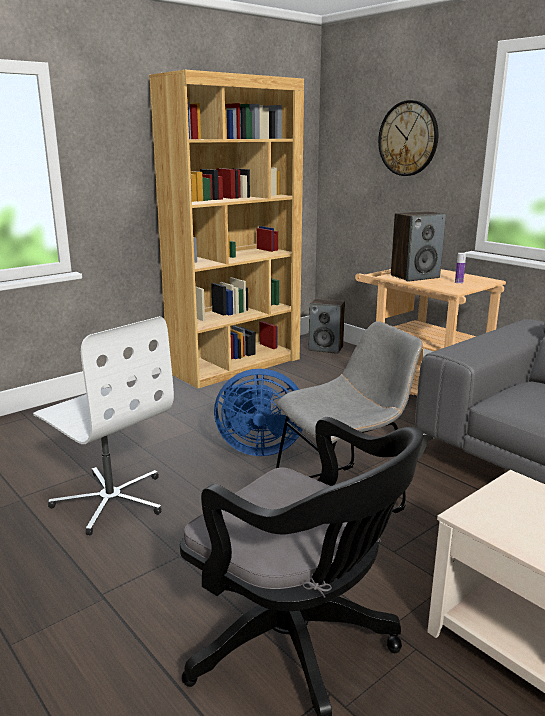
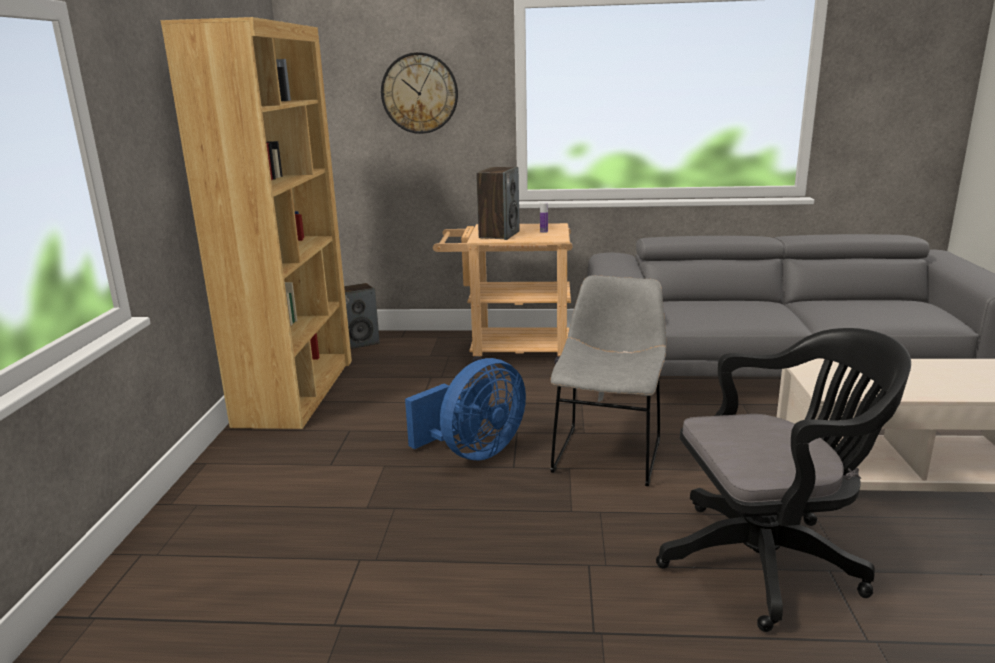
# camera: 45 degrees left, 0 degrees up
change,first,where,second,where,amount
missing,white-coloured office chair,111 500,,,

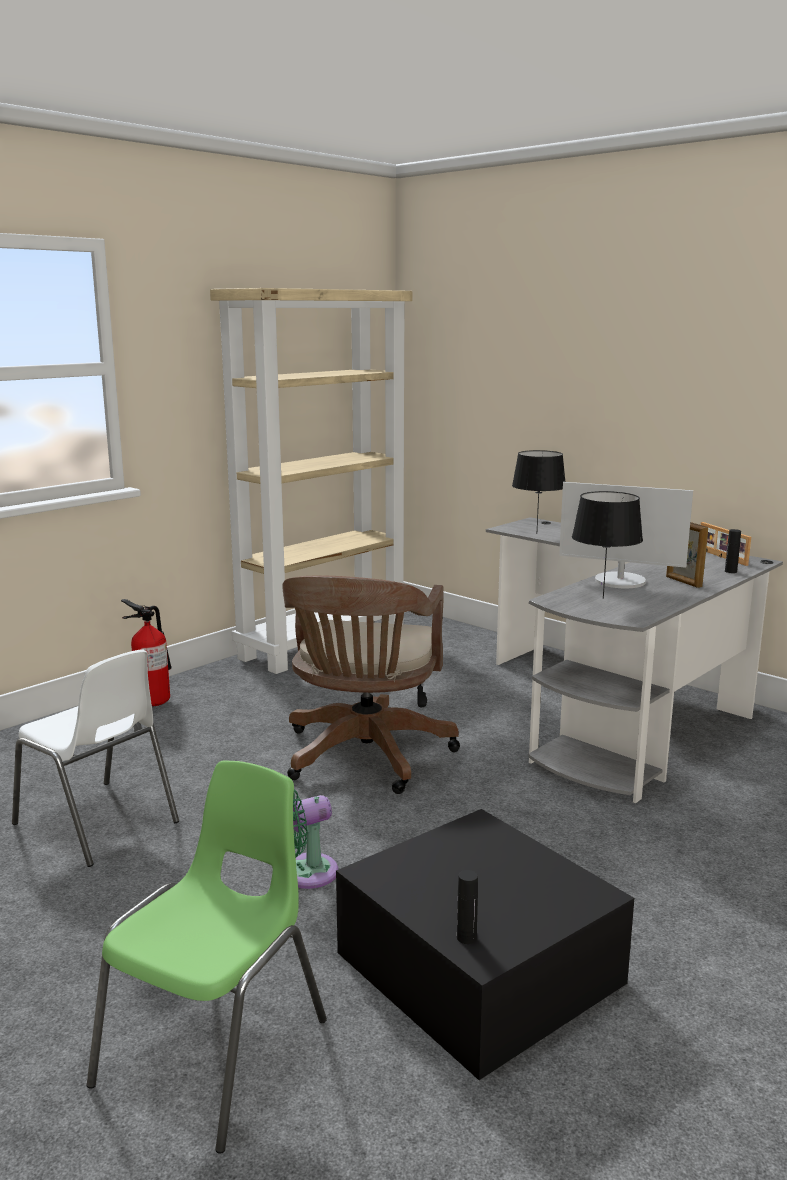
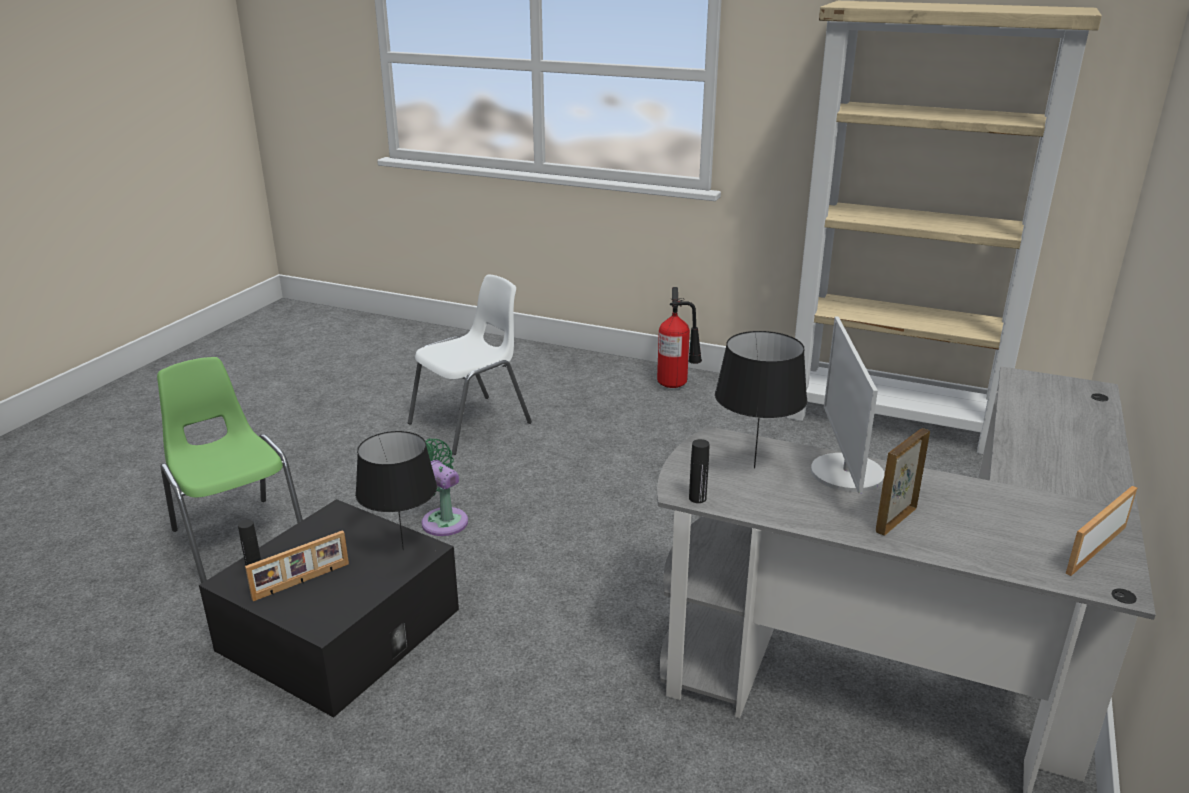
# camera: 70 degrees right, 10 degrees up
change,first,where,second,where,amount
spun,white-coloured upright chair,98 824,,472 423,150 degrees counterclockwise
spun,green upright chair,218 1051,,238 539,135 degrees counterclockwise
missing,brown office chair,365 758,,,
relocated,blackish lamp for a table,536 533,,404 549,
relocated,blackish drink bottle,730 571,,697 498,
appeared,,,photo frame,302 582,

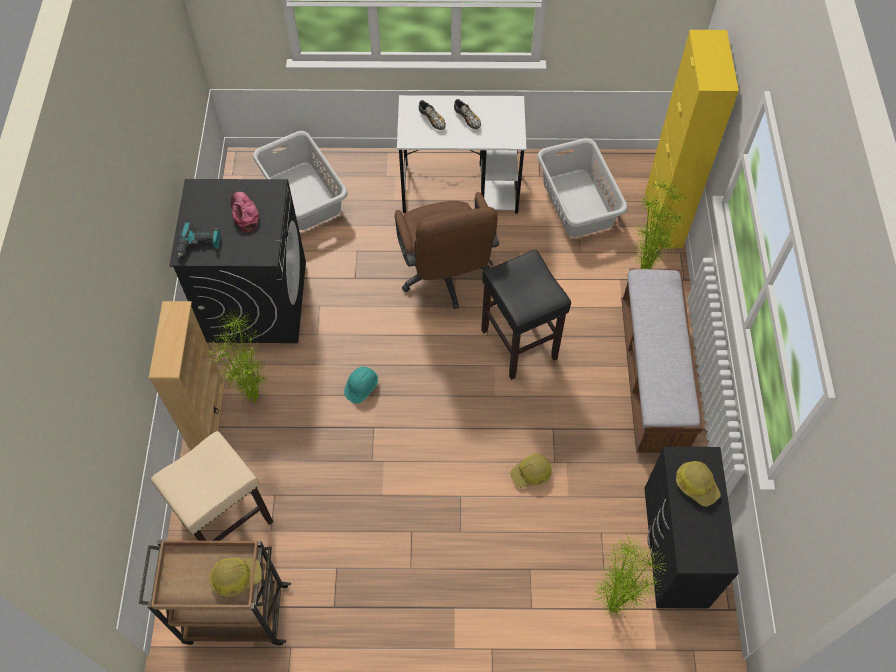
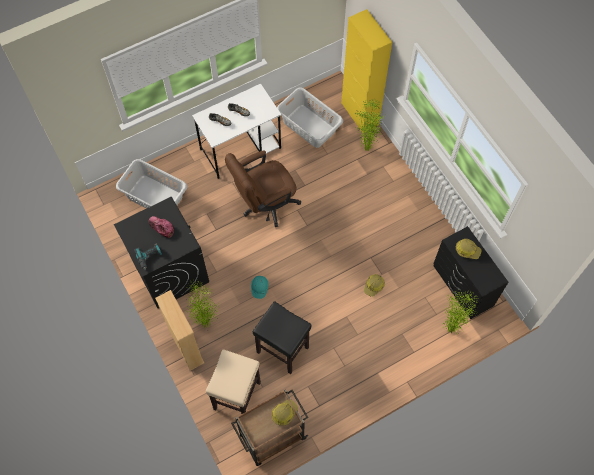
# camera: 30 degrees left, 5 degrees up
change,first,where,second,where,amount
spun,brown office chair,445 277,,265 204,105 degrees clockwise
relocated,blackish stool,519 345,,283 350,
missing,indoor bench,652 376,,,

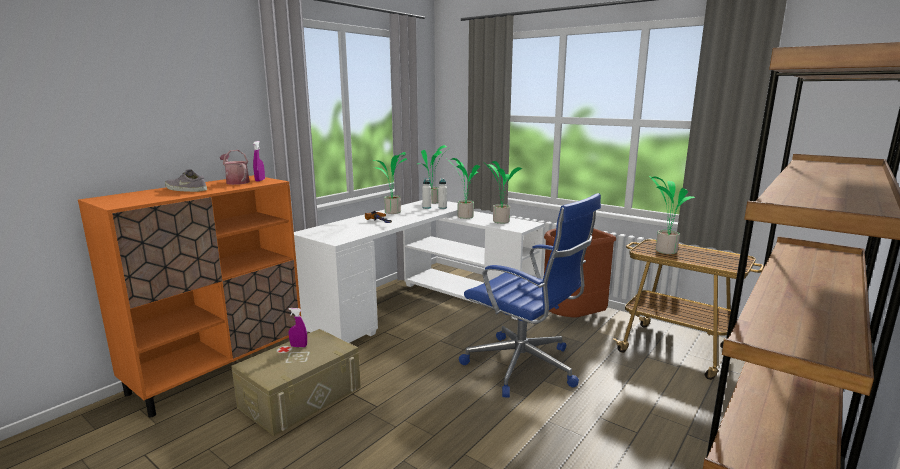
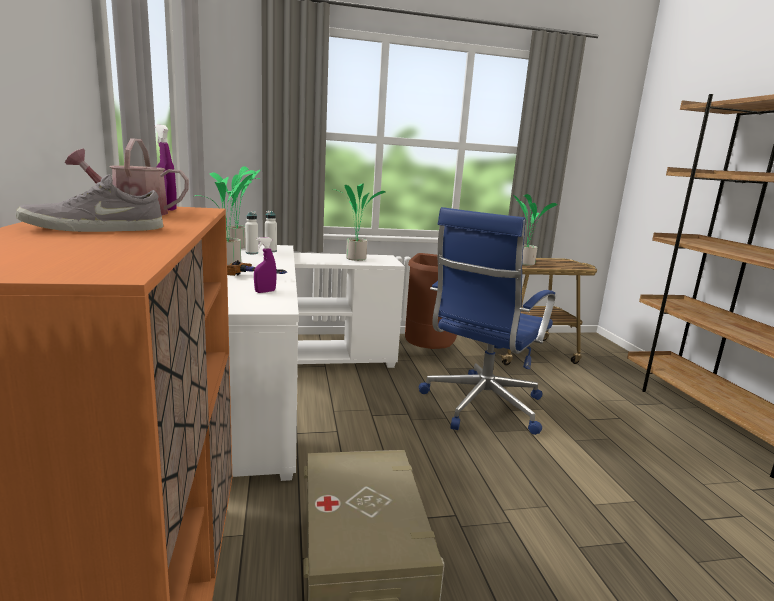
# camera: 50 degrees left, 0 degrees up
change,first,where,second,where,amount
relocated,purple sprayer,298 346,,265 291,
missing,plant in a pot,464 217,,,
spun,blue office chair,524 367,,480 406,135 degrees clockwise

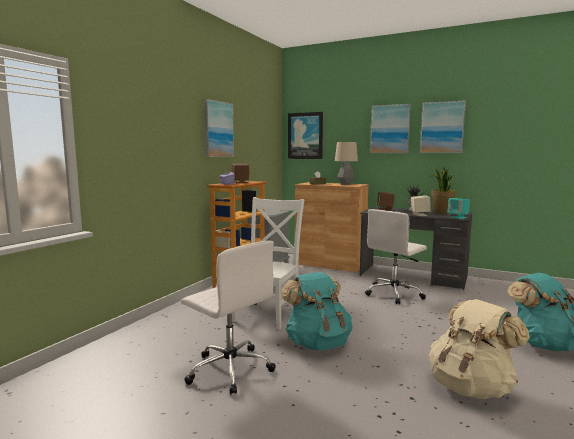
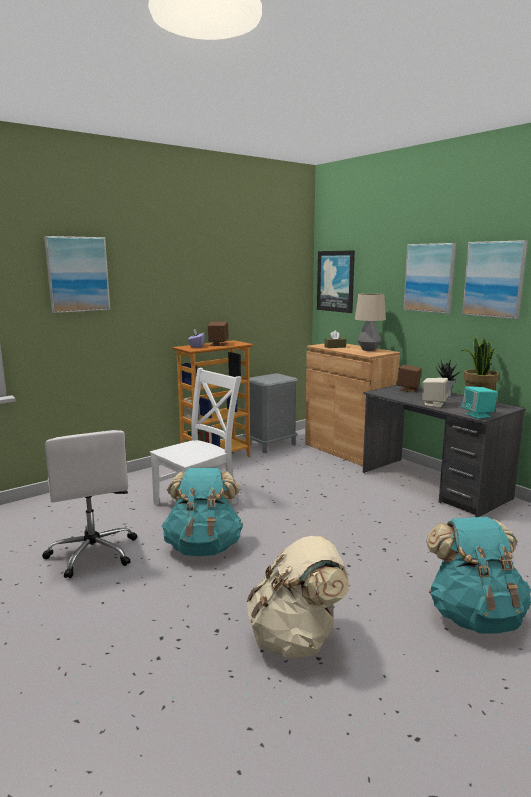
# camera: 25 degrees right, 5 degrees up
change,first,where,second,where,amount
relocated,picture,218 129,,77 274,
missing,white-coloured office chair,394 294,,,

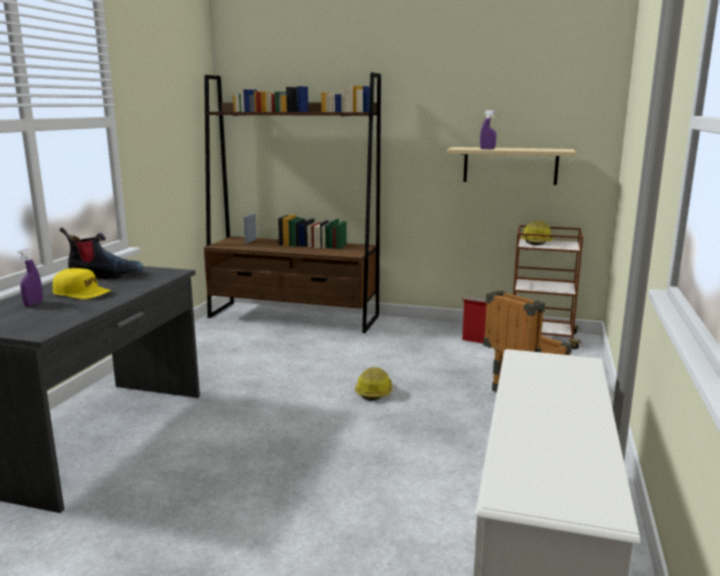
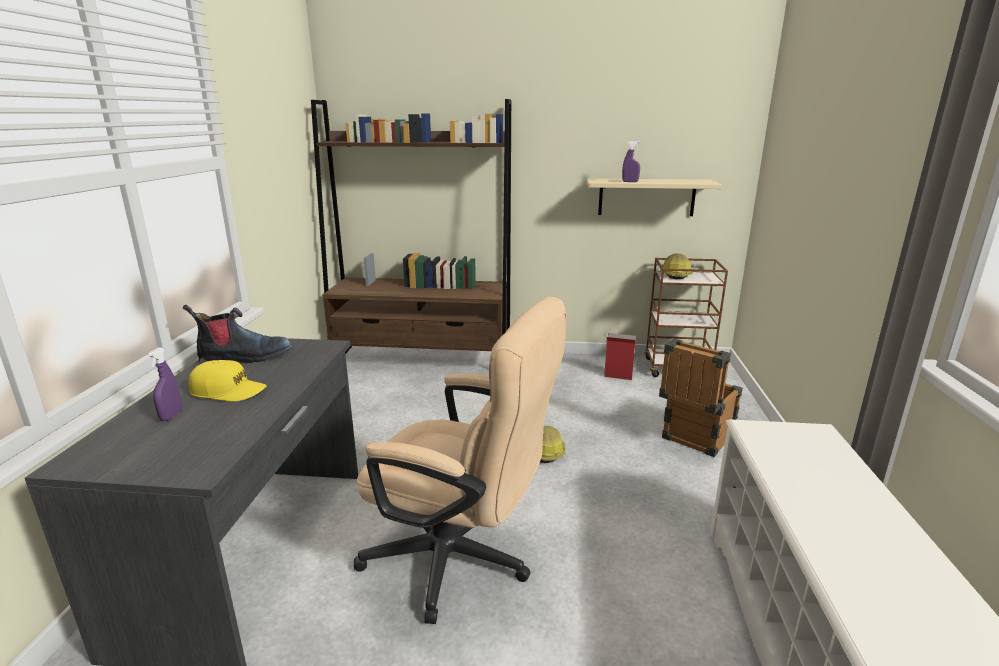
# camera: 10 degrees left, 5 degrees up
change,first,where,second,where,amount
appeared,,,beige office chair,461 561,

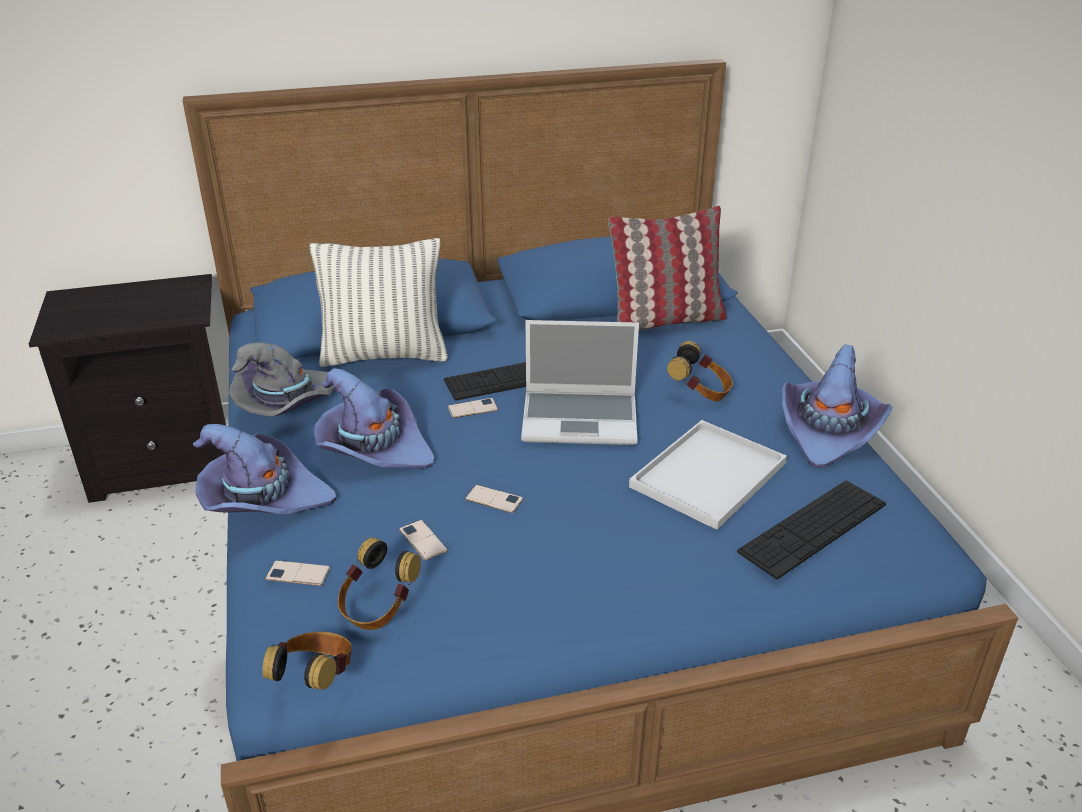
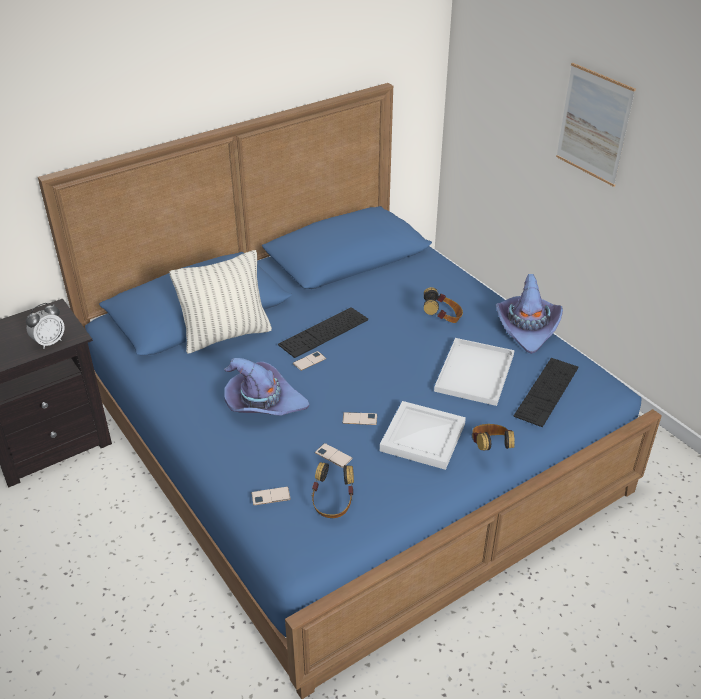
# camera: 20 degrees left, 5 degrees up
change,first,where,second,where,amount
missing,purple clothing hat,262 498,,,
missing,greyish clothing hat,286 401,,,
relocated,headset,316 678,,490 448,
missing,laptop,581 419,,,
missing,throw pillow,665 320,,,
appeared,,,alarm clock,49 342,
appeared,,,white-coloured serving tray,423 438,
appeared,,,picture,593 124,

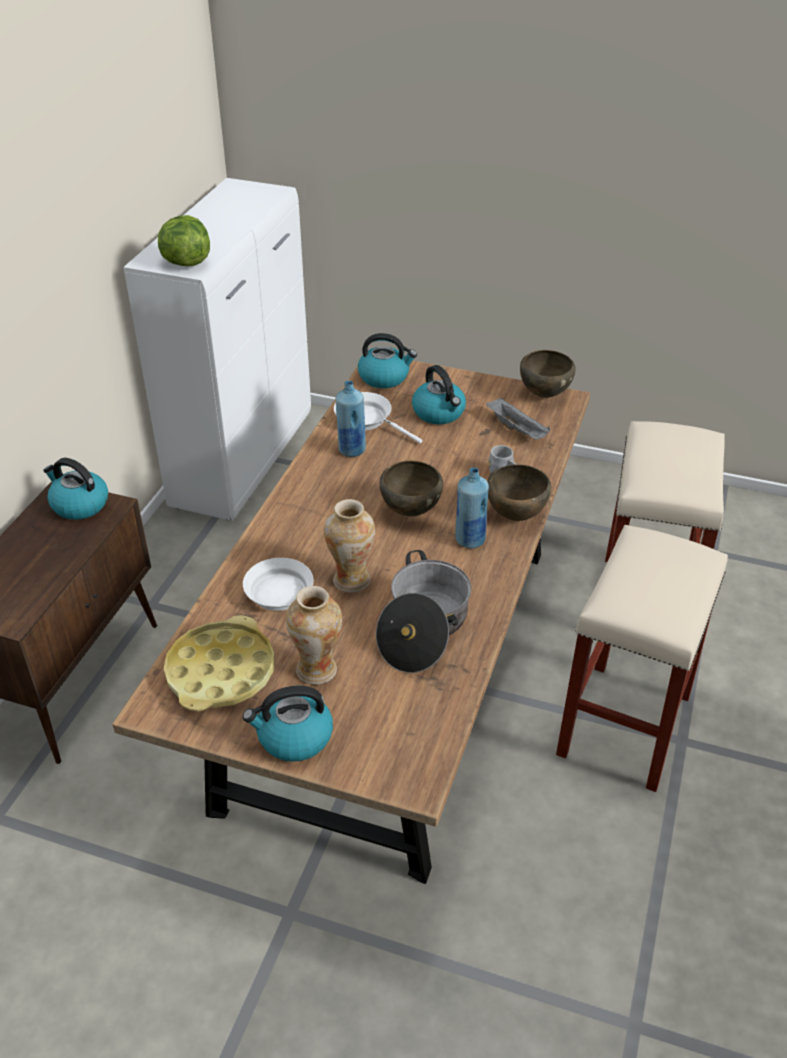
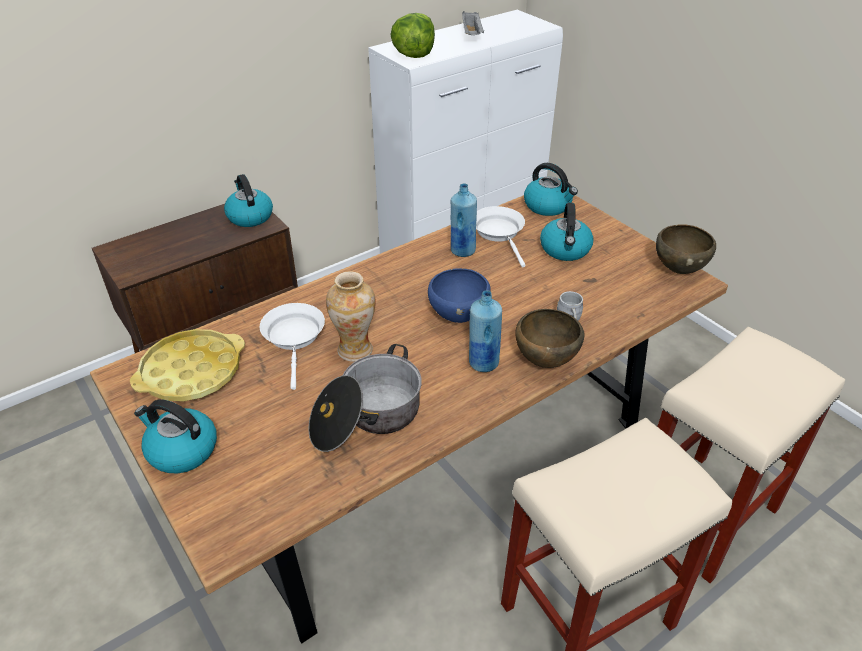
# camera: 35 degrees right, 0 degrees up
change,first,where,second,where,amount
missing,flower vase,317 669,,,
colour,brown serving bowl,410 511,blue serving bowl,458 317,
relocated,greyish serving tray,517 430,,472 35,

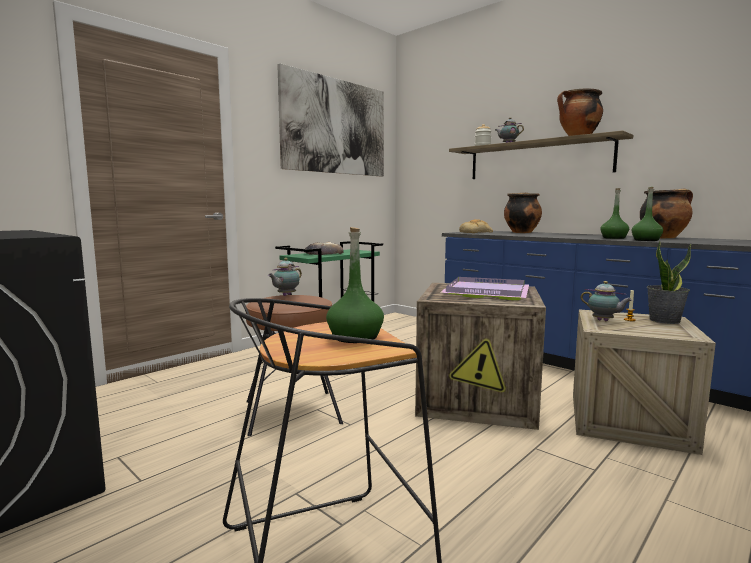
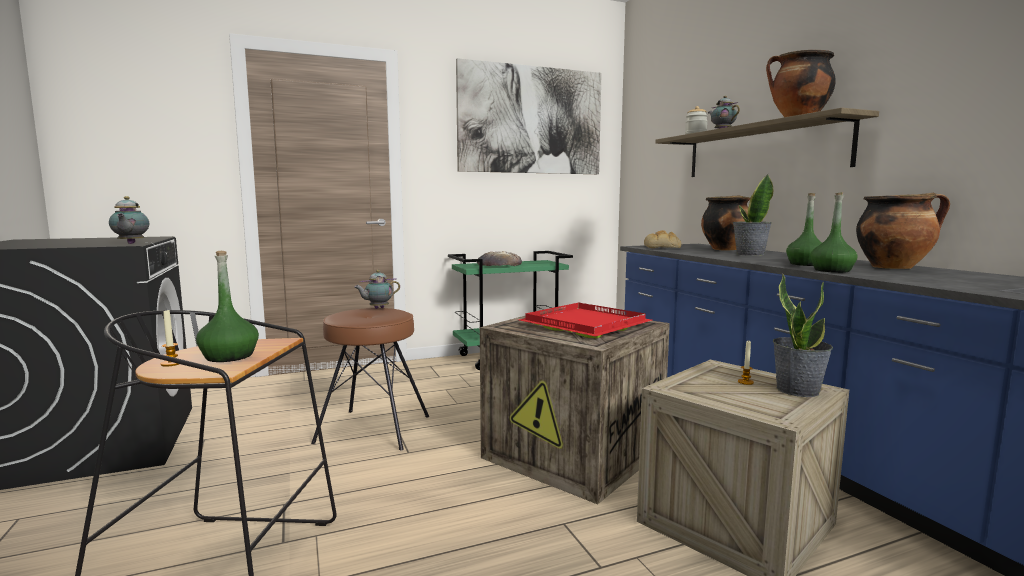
# camera: 25 degrees right, 0 degrees up
change,first,where,second,where,amount
colour,purple serving tray,485 291,red serving tray,584 324,
relocated,tea pot,604 321,,130 243,
appeared,,,wax candle,171 363,
appeared,,,plant in a pot,749 254,

